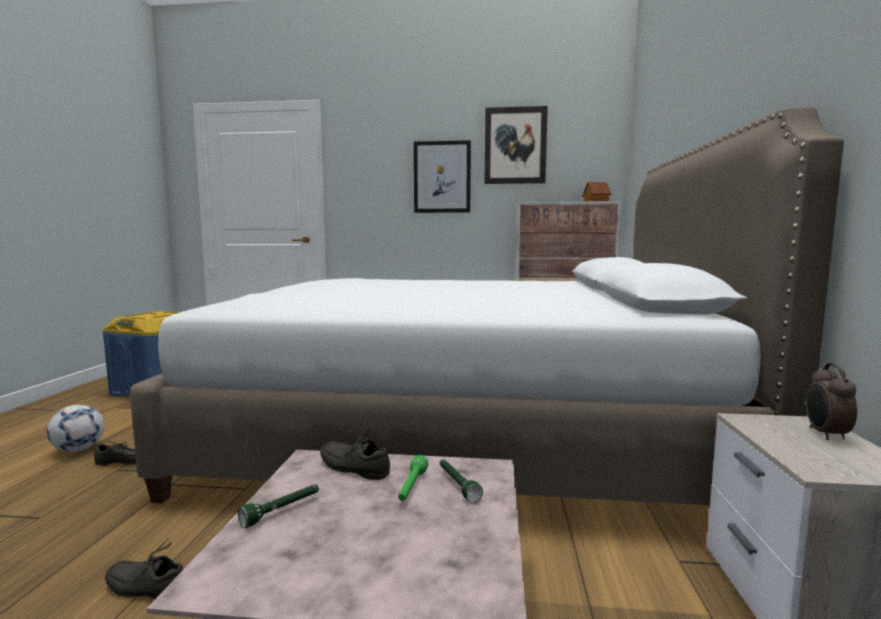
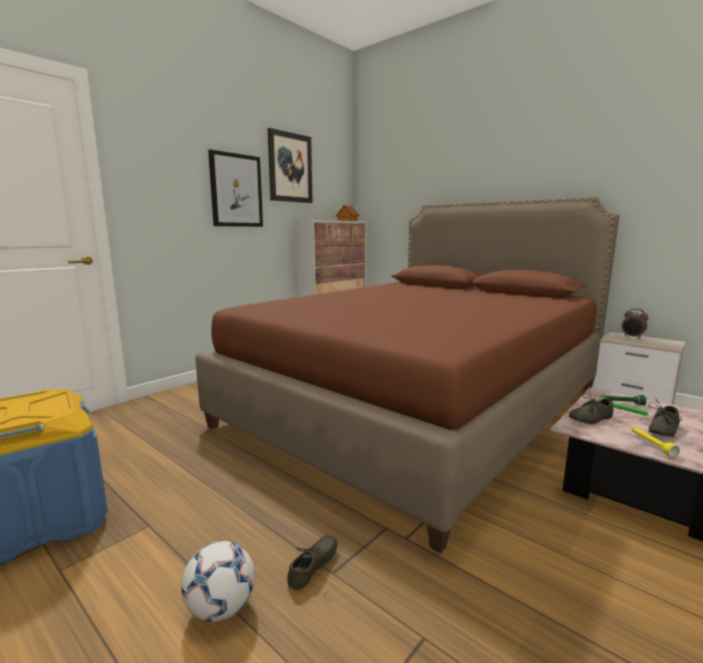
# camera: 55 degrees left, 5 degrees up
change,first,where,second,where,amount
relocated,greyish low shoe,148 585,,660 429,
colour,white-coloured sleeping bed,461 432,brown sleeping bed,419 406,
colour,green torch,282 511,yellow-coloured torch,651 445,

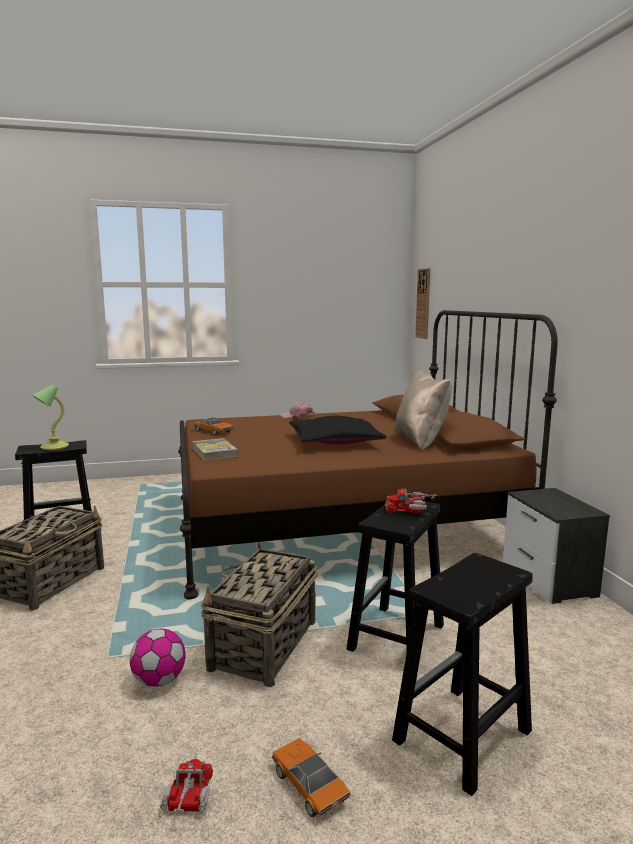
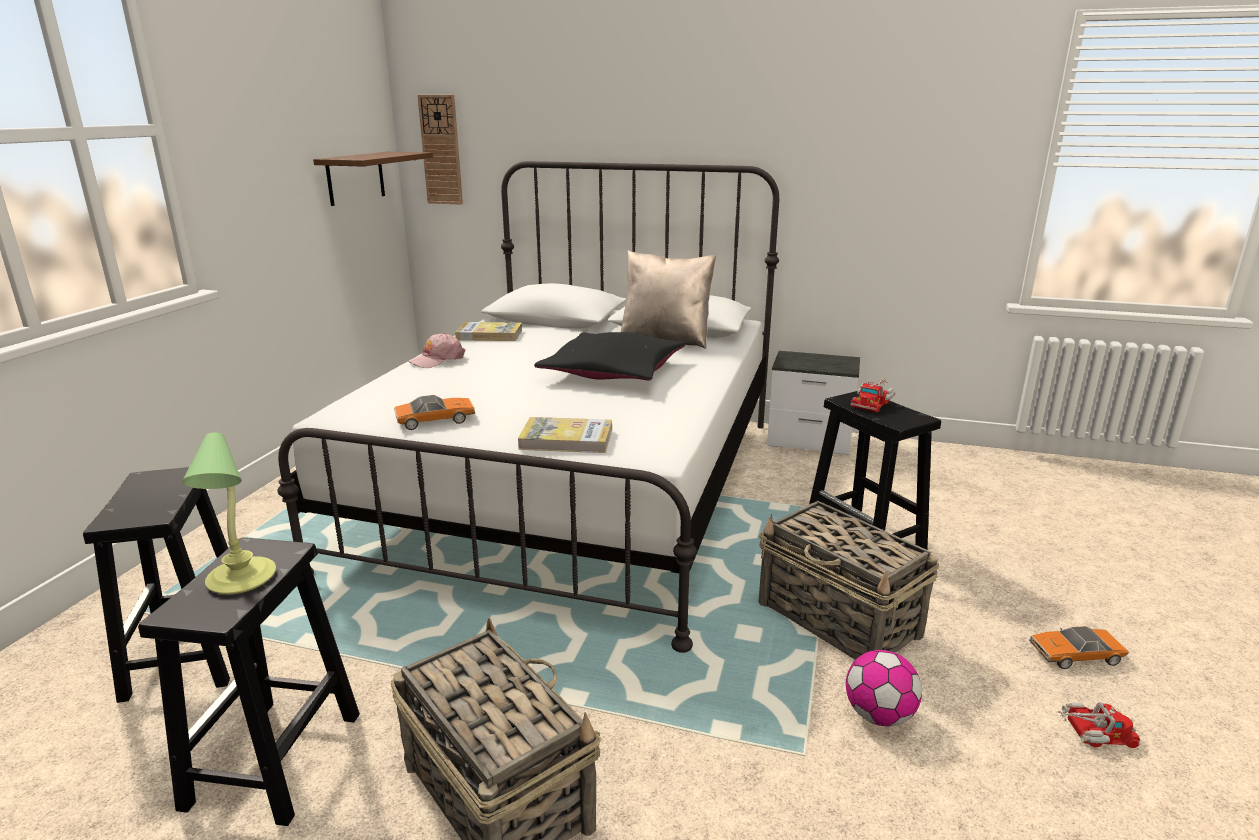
# camera: 60 degrees left, 10 degrees up
change,first,where,second,where,amount
spun,toy truck,188 800,,1091 733,150 degrees clockwise
colour,brown sleeping bed,339 524,white-coloured sleeping bed,575 488,
relocated,blackish stool,461 737,,190 655,
appeared,,,brown bracket shelf,355 178,
appeared,,,book,489 335,

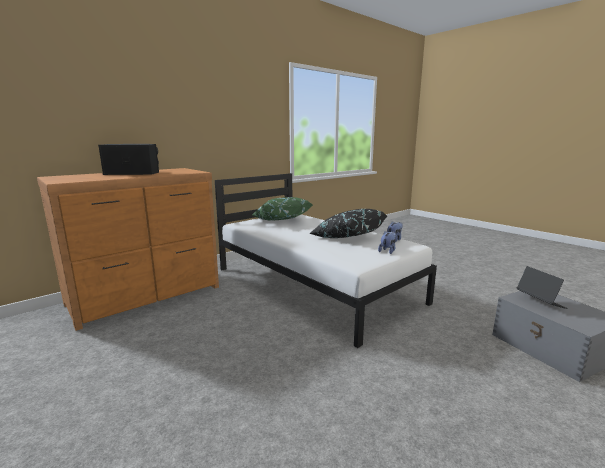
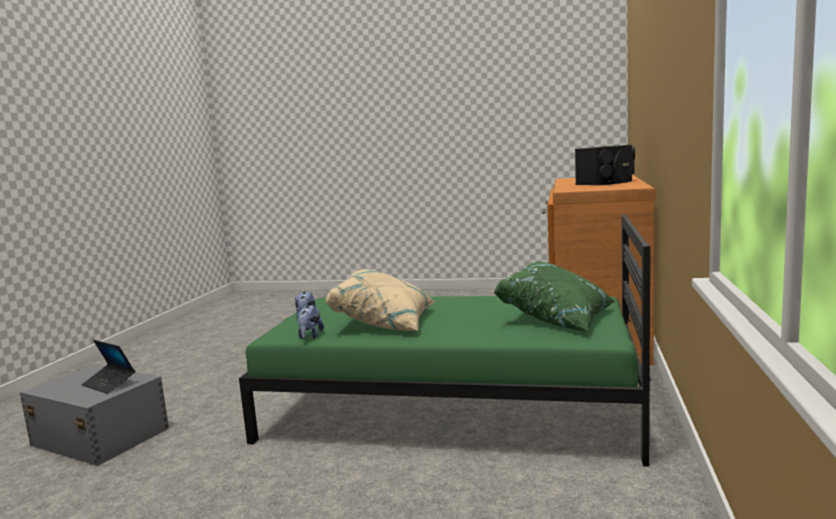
# camera: 145 degrees right, 5 degrees down
change,first,where,second,where,amount
colour,white-coloured sleeping bed,314 284,green sleeping bed,451 409,
colour,blackish throw pillow,347 237,beige throw pillow,385 322,

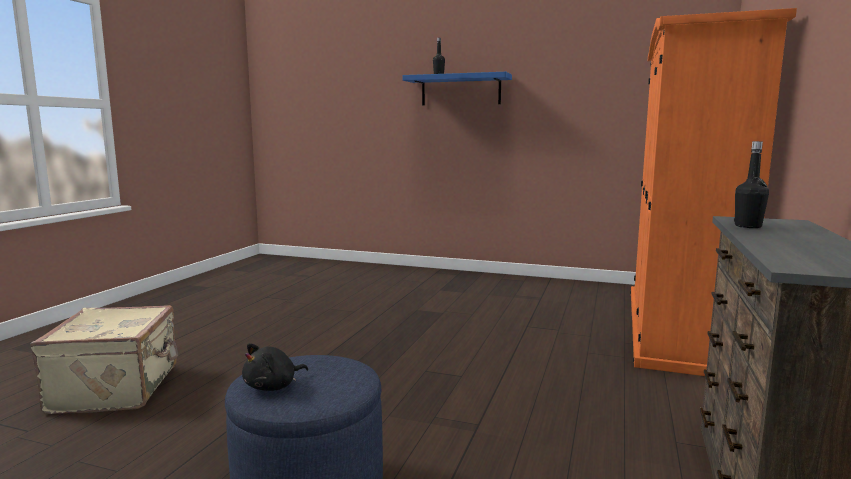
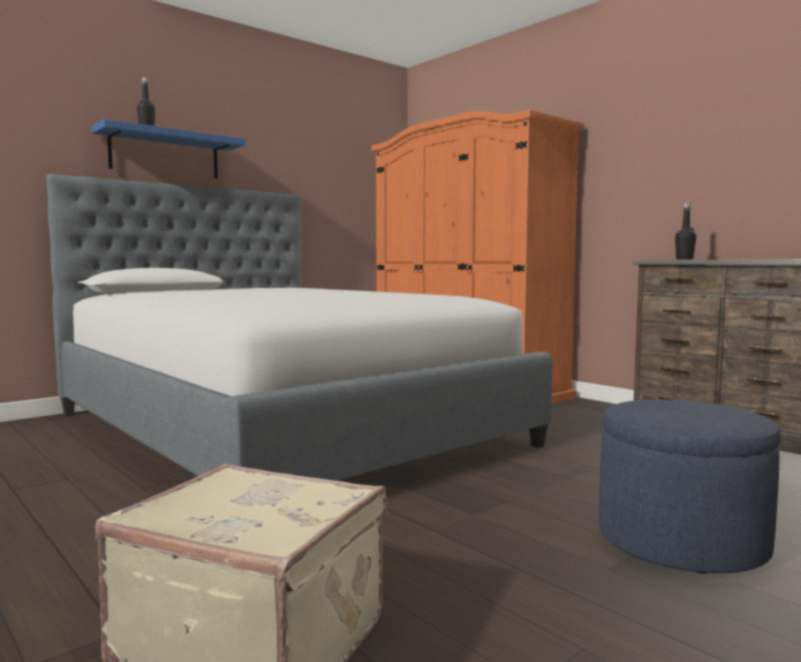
# camera: 60 degrees left, 5 degrees down
change,first,where,second,where,amount
missing,blackish cuddly toy,273 386,,,
appeared,,,sleeping bed,281 429,

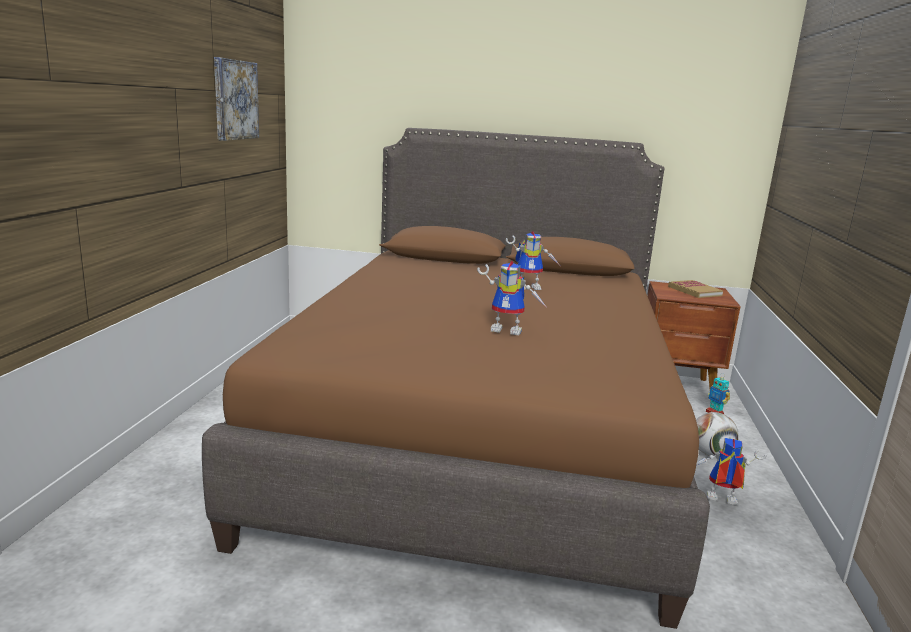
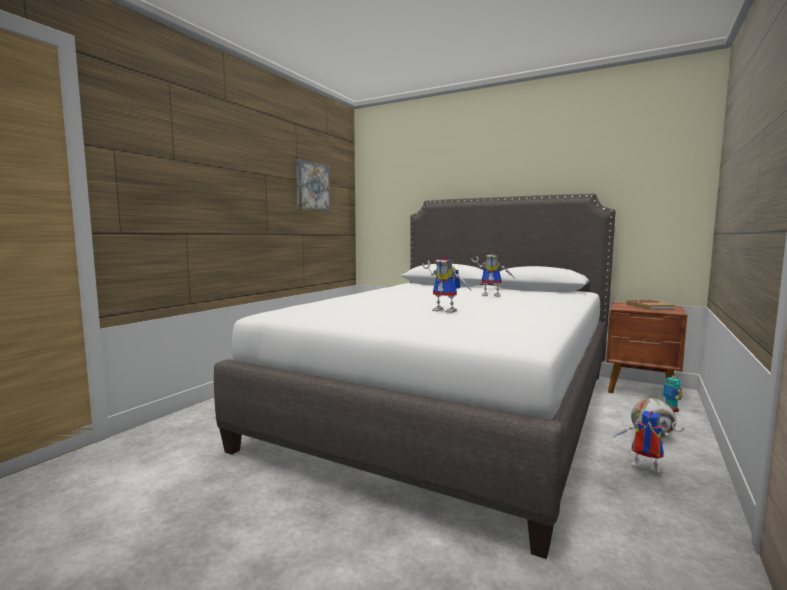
# camera: 20 degrees right, 10 degrees down
change,first,where,second,where,amount
colour,brown sleeping bed,479 435,white-coloured sleeping bed,450 406,

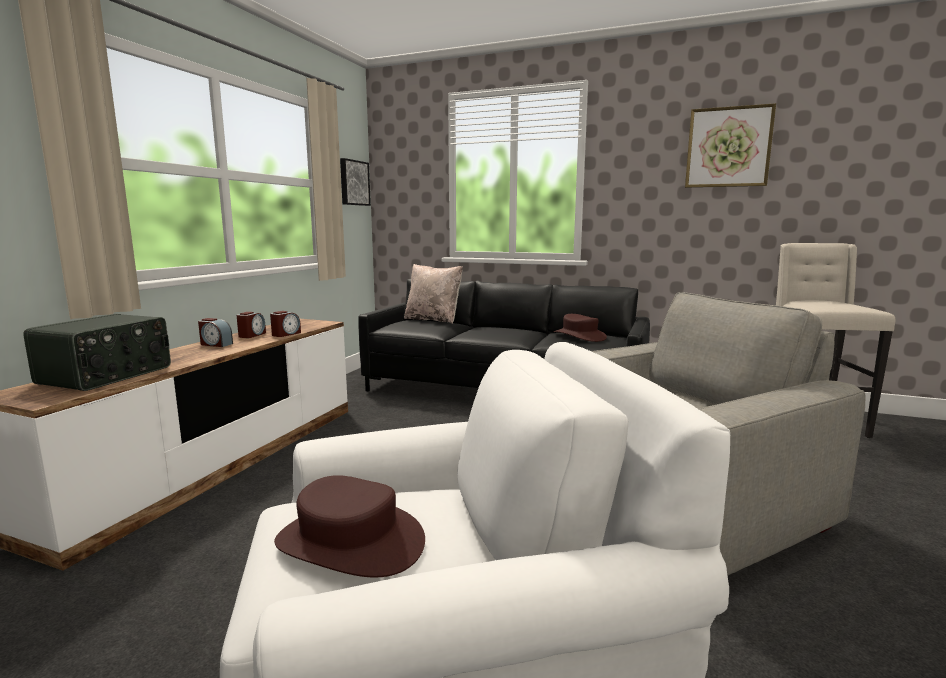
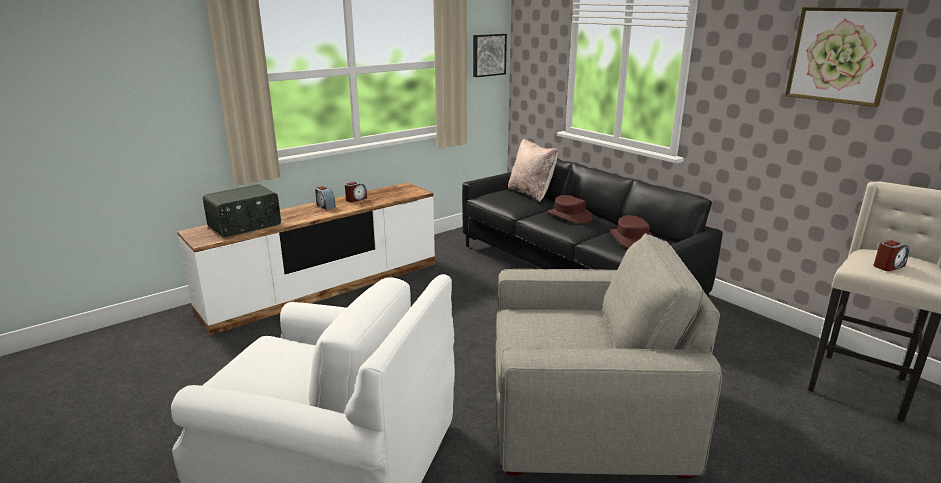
# camera: 30 degrees right, 10 degrees up
change,first,where,second,where,amount
relocated,alarm clock,286 334,,888 266,
relocated,brown clothing hat,349 542,,569 216,

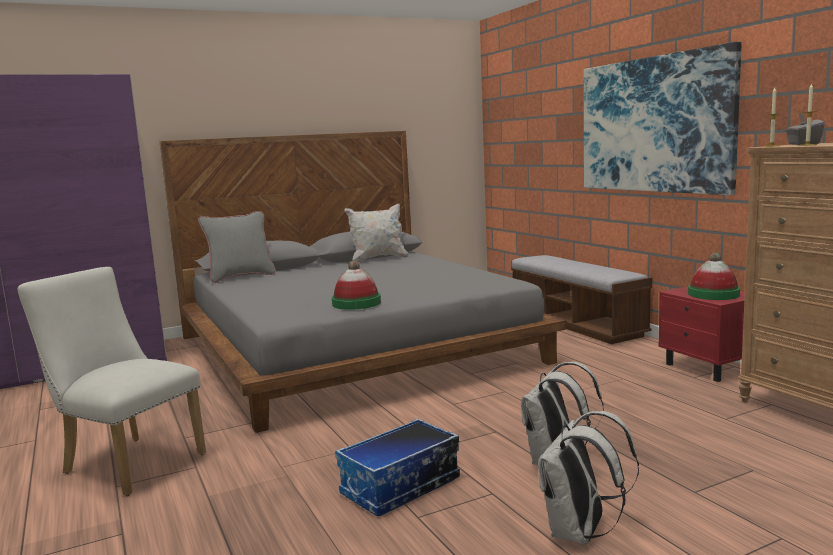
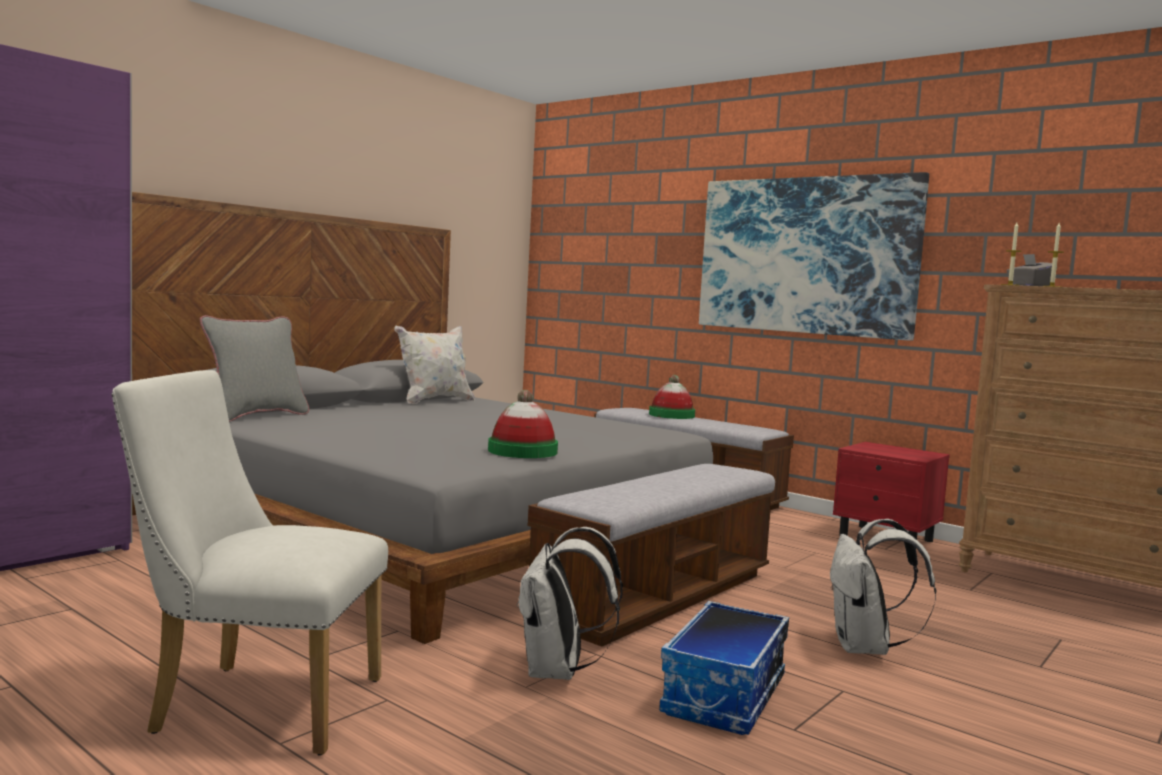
# camera: 25 degrees left, 5 degrees down
change,first,where,second,where,amount
relocated,white-coloured backpack,580 533,,558 672,
relocated,clothing hat,713 294,,671 415,
appeared,,,indoor bench,658 597,

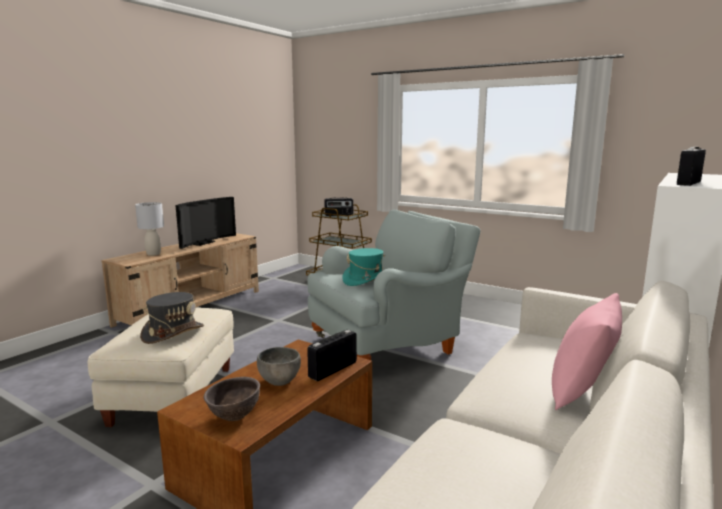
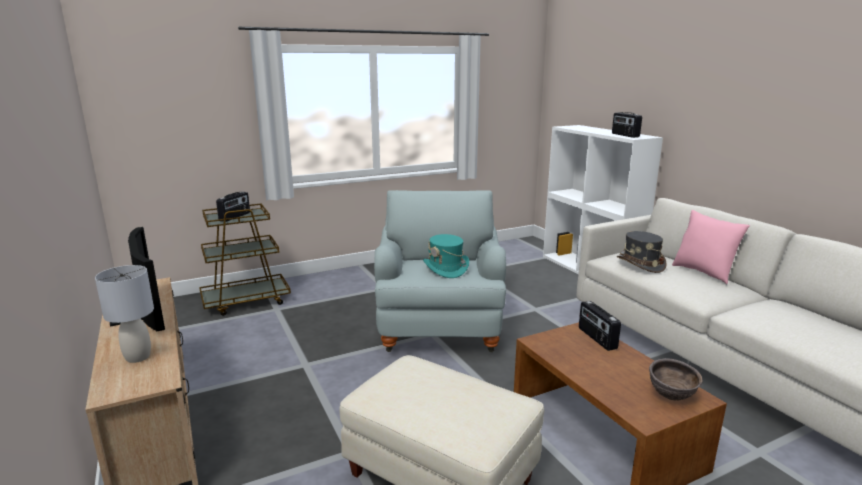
# camera: 60 degrees left, 5 degrees up
change,first,where,second,where,amount
relocated,greyish clothing hat,173 333,,640 264,
missing,greyish serving bowl,280 381,,,

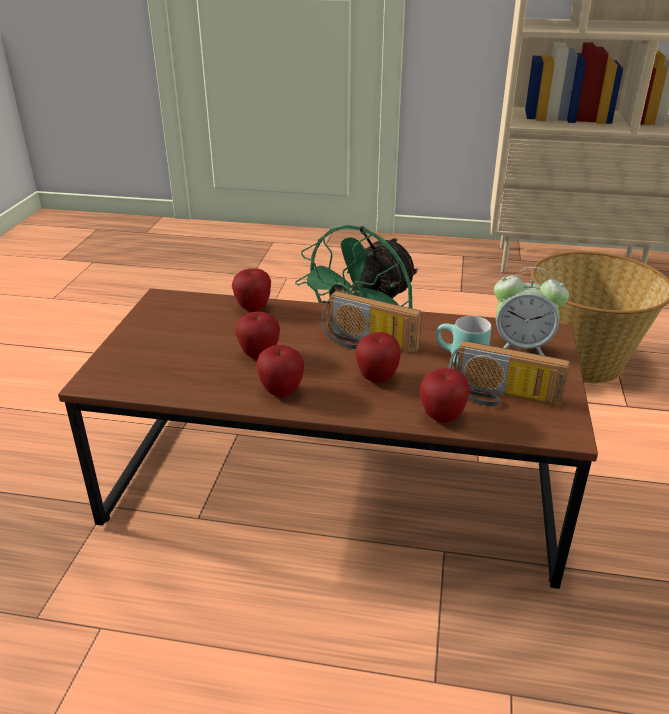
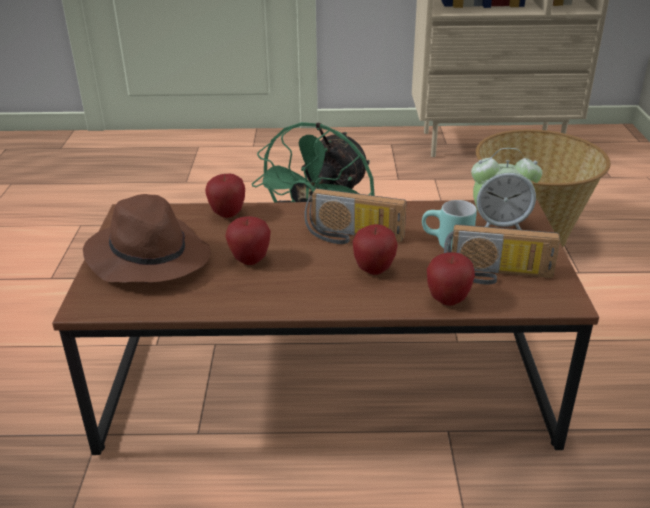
# camera: 10 degrees left, 0 degrees up
change,first,where,second,where,amount
missing,whole apple,281 392,,,
appeared,,,brown clothing hat,148 257,

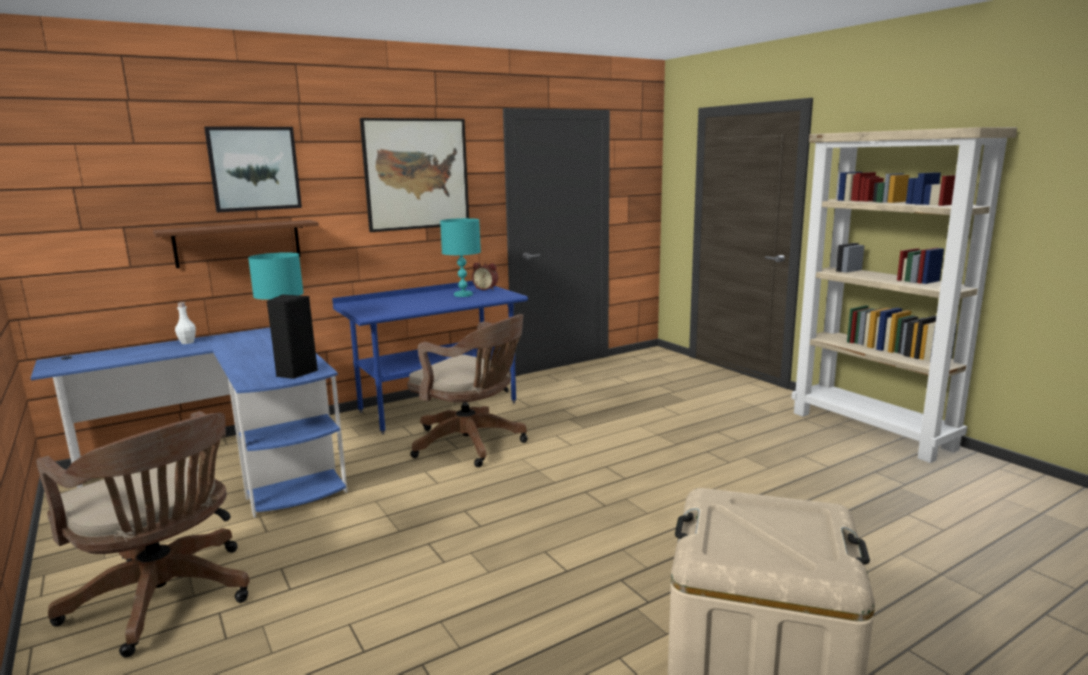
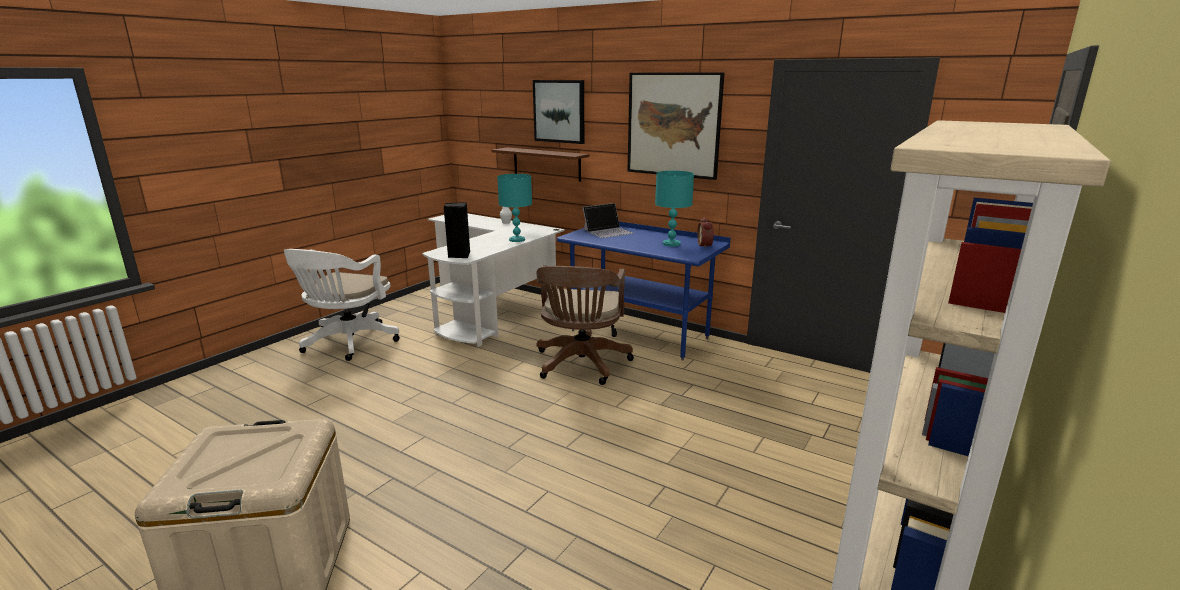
# camera: 65 degrees right, 5 degrees up
change,first,where,second,where,amount
colour,blue desk,233 466,white-coloured desk,493 307,
colour,brown office chair,166 600,white-coloured office chair,348 343,
appeared,,,laptop,608 231,

